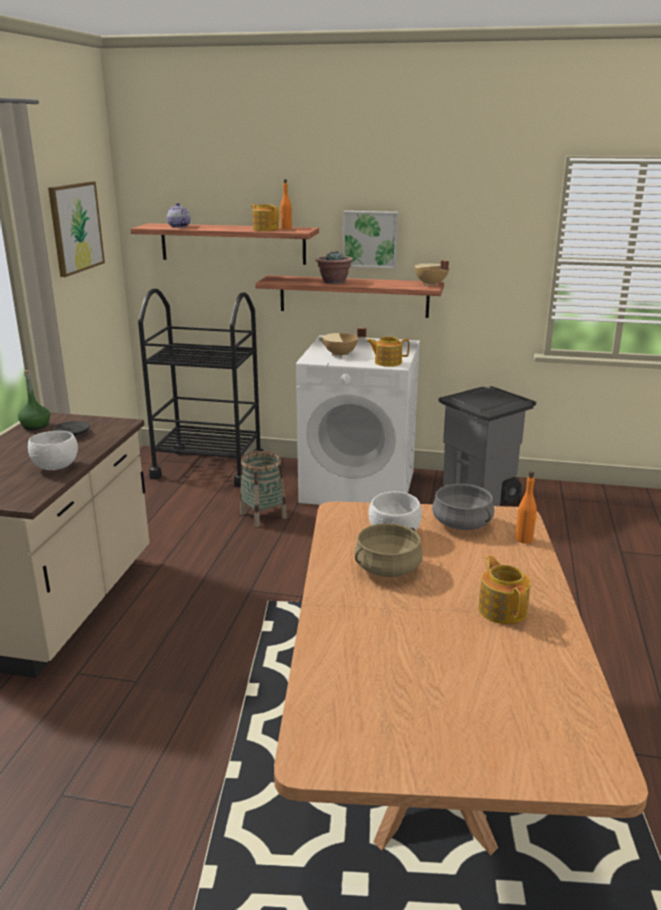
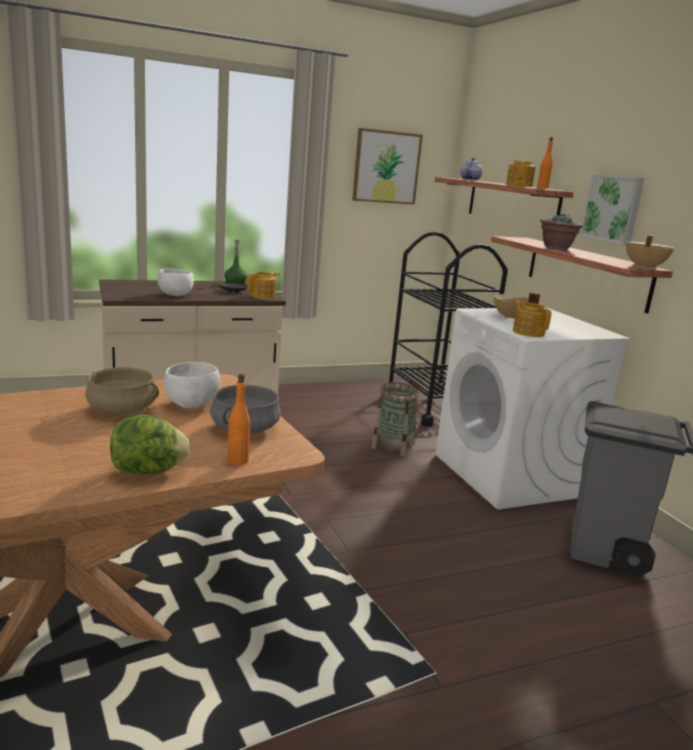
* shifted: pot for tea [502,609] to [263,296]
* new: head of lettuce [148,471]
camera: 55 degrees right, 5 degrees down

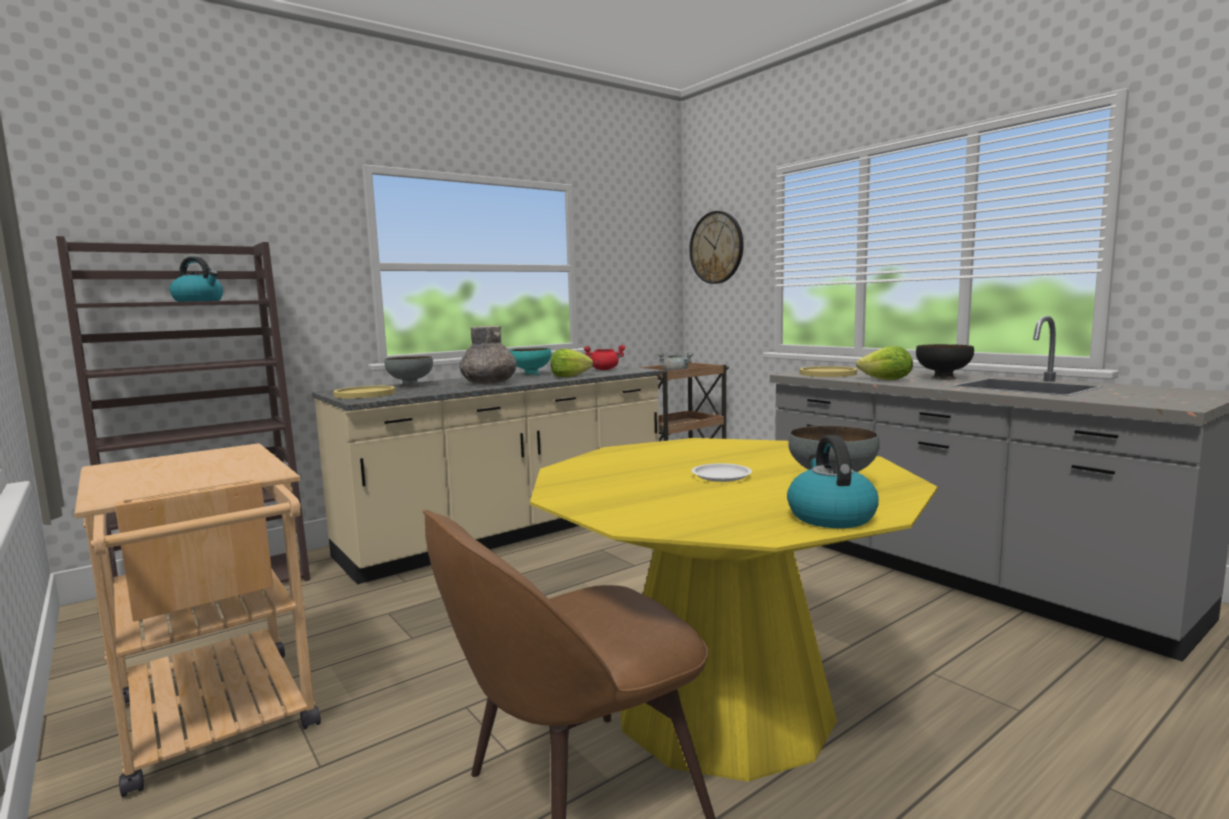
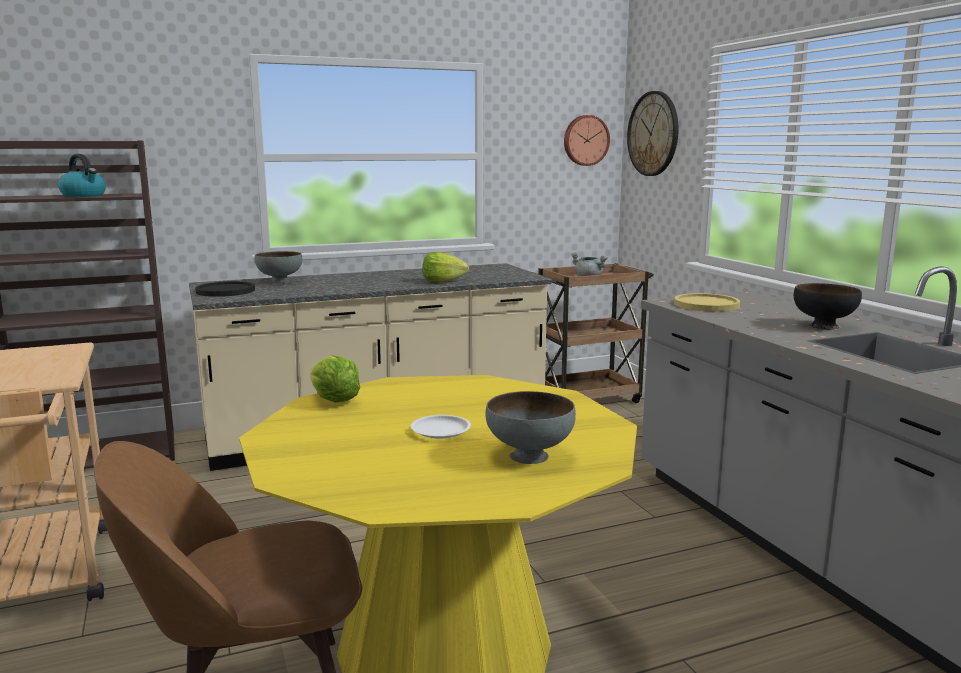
* repainted: yellowish plate [365,394] to blackish plate [225,291]
* gone: greyish decorative vase [489,383]
* gone: turquoise-coloured serving bowl [531,374]
* gone: red stockpot [605,369]
* gone: water kettle [830,516]
* shifted: head of lettuce [886,380] to [334,400]
* new: wall clock [585,140]
camera: 15 degrees right, 5 degrees up

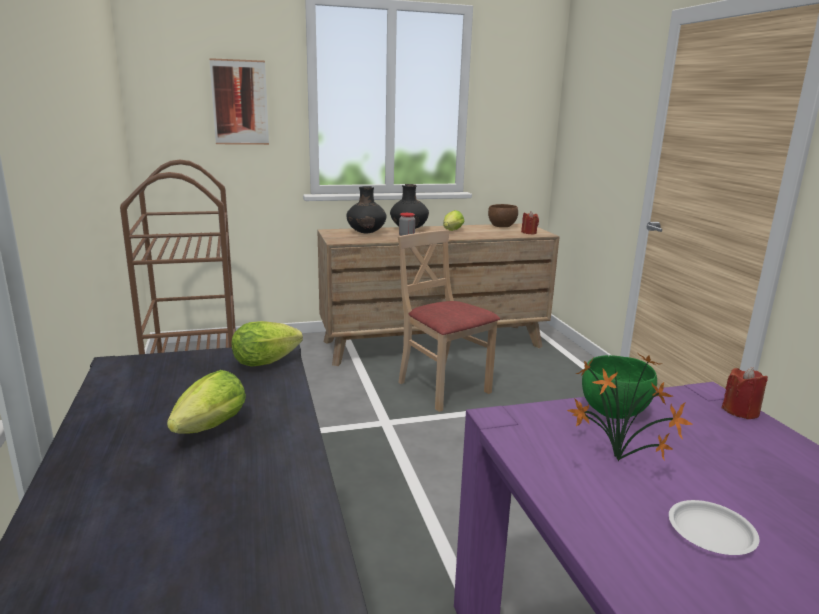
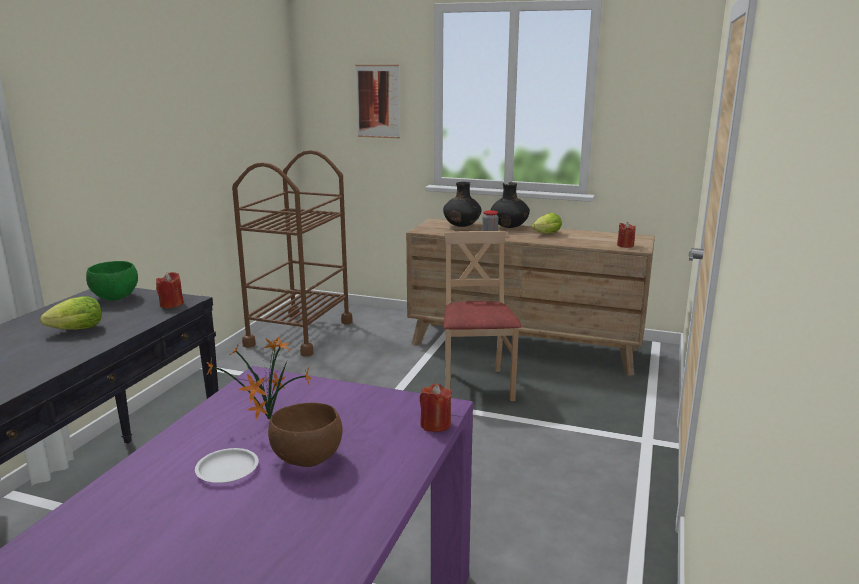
* swapped: head of lettuce [269,361] to red wax light [171,304]
* shifted: brown-coloured serving bowl [502,227] to [308,460]
* shifted: green-coloured serving bowl [613,412] to [115,297]
camera: 35 degrees right, 0 degrees up

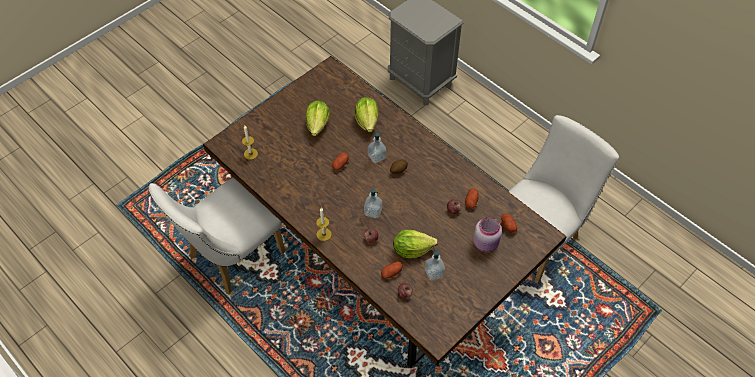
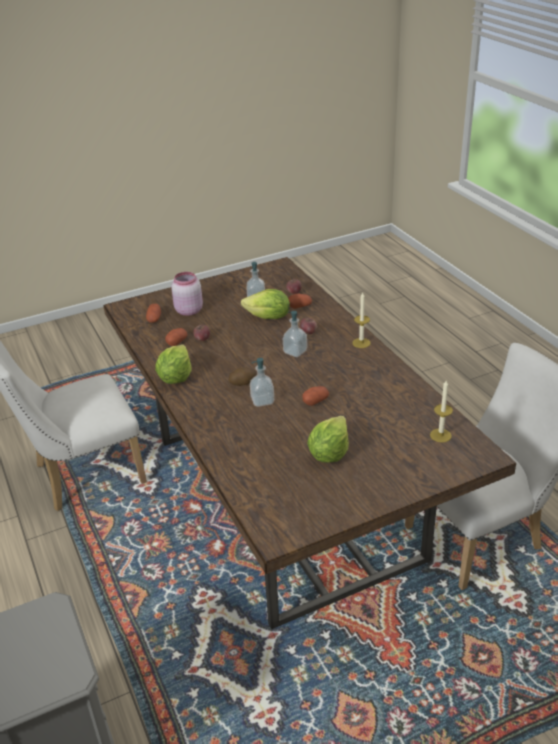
* shifted: head of lettuce [367,121] to [176,377]
camera: 160 degrees left, 20 degrees down

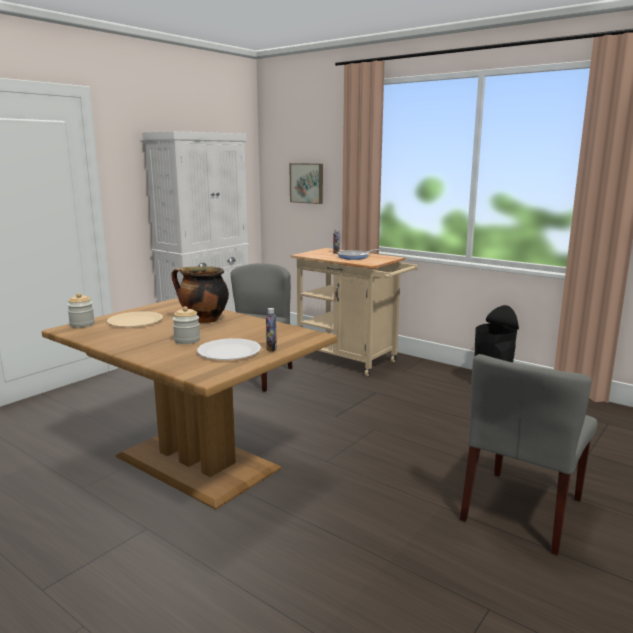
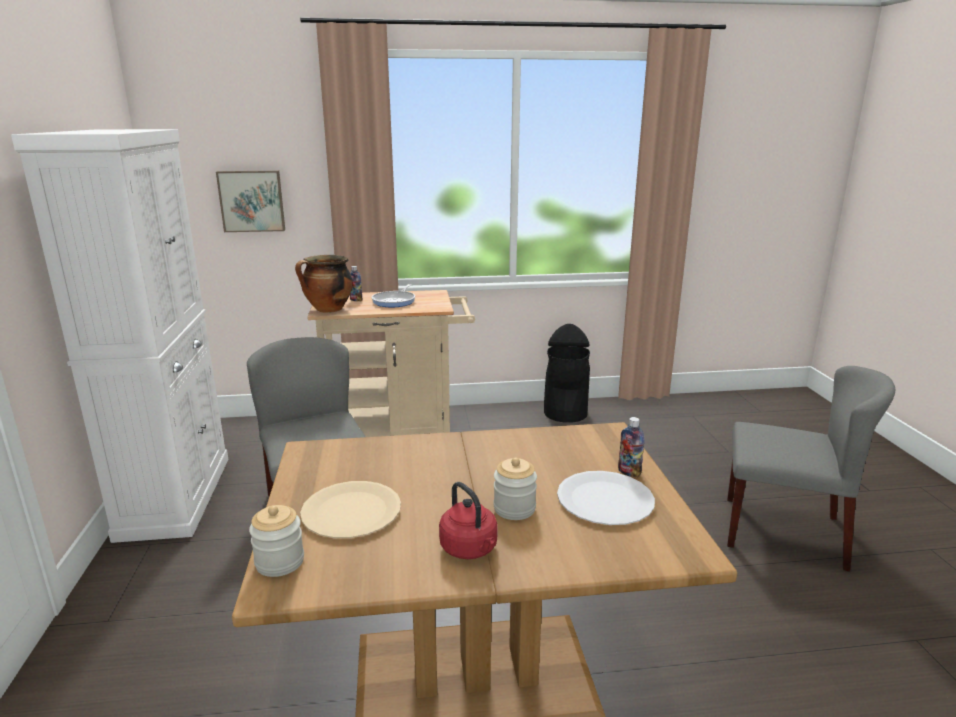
* shifted: stockpot [203,320] to [328,310]
* rotated: greyish chair [522,510] = [784,531] 60 degrees counterclockwise
* new: red water kettle [470,549]
camera: 45 degrees left, 5 degrees up

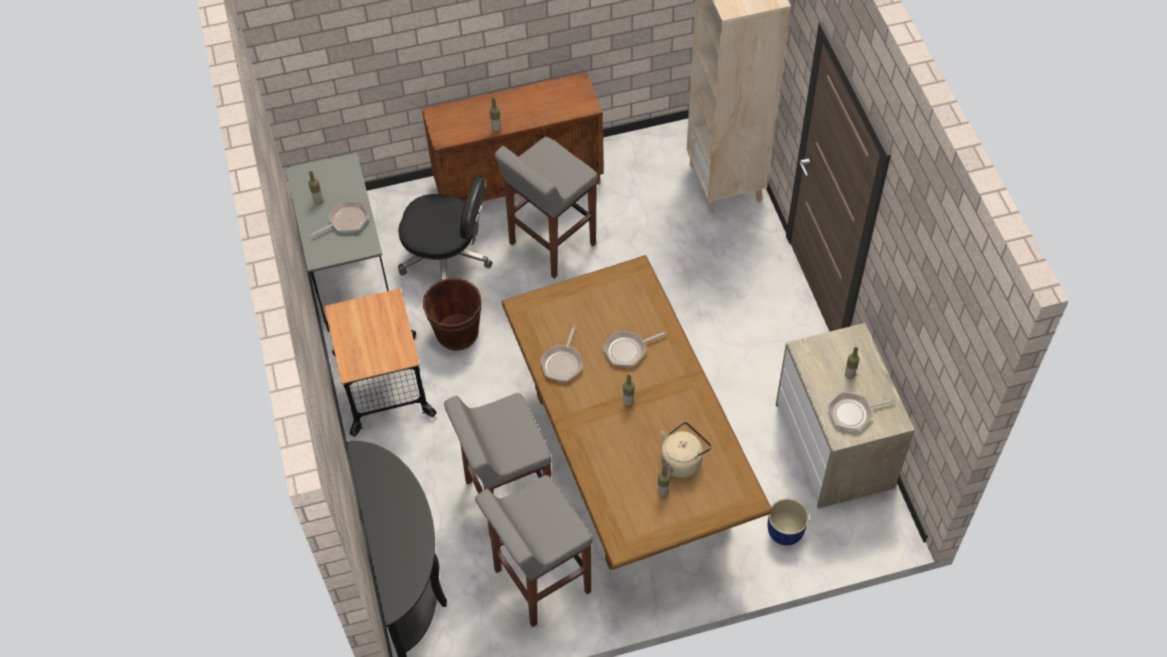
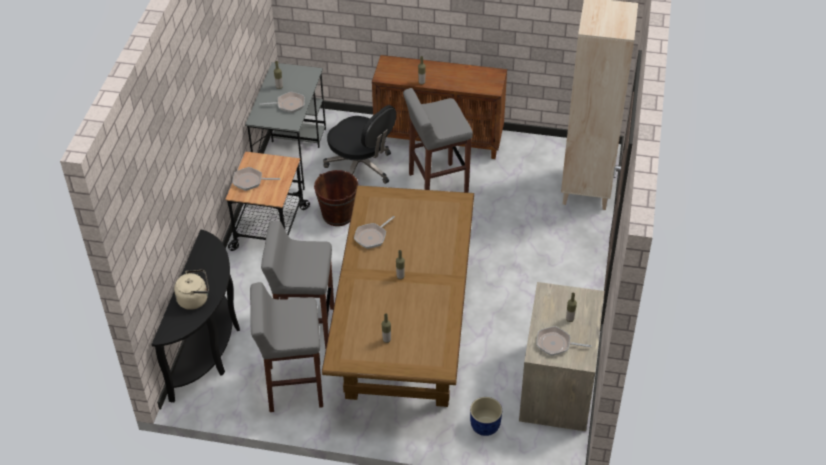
* shifted: pan [628,350] to [250,181]
* shifted: beige-coloured water kettle [683,460] to [195,299]
camera: 25 degrees right, 10 degrees down

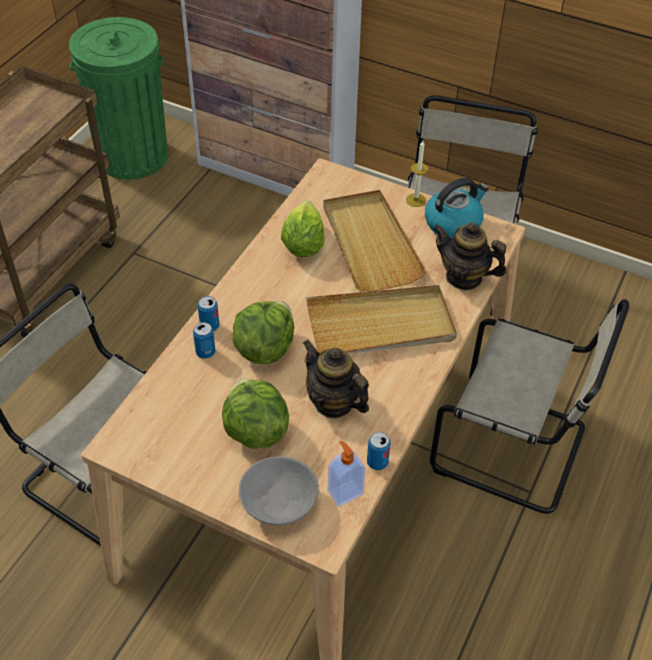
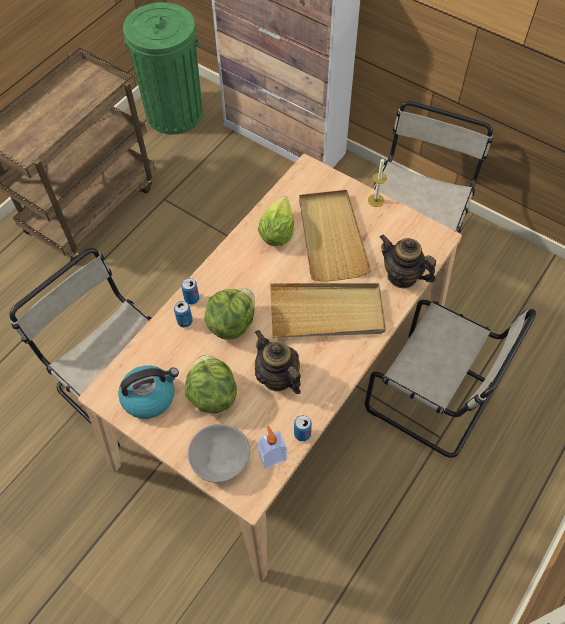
* shifted: water kettle [453,223] to [150,396]
camera: 10 degrees right, 10 degrees up

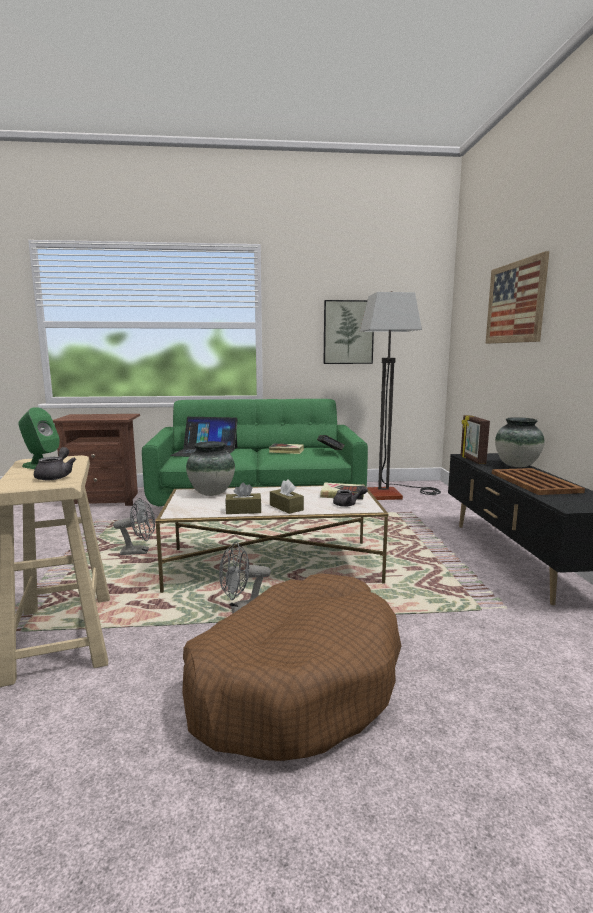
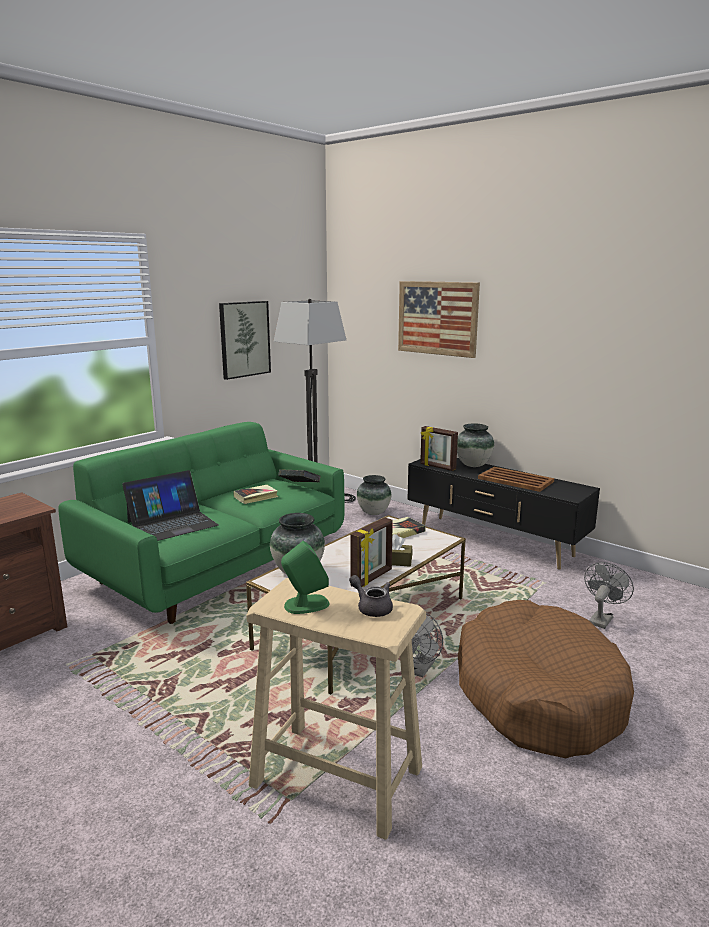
* shifted: greyish cooling fan [139,552] to [601,619]
* swapped: brown-coloured box of tissues [243,510] to photo frame [372,578]
* gone: greyish pot for tea [348,504]
* new: decorative vase [374,513]
camera: 45 degrees left, 5 degrees up

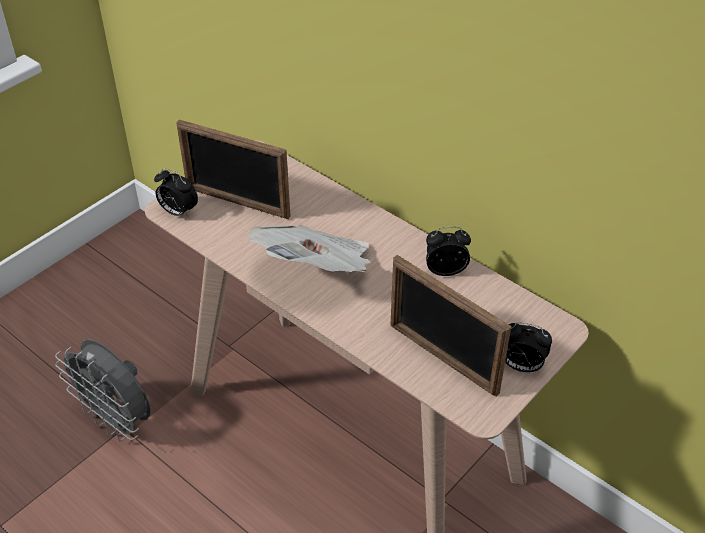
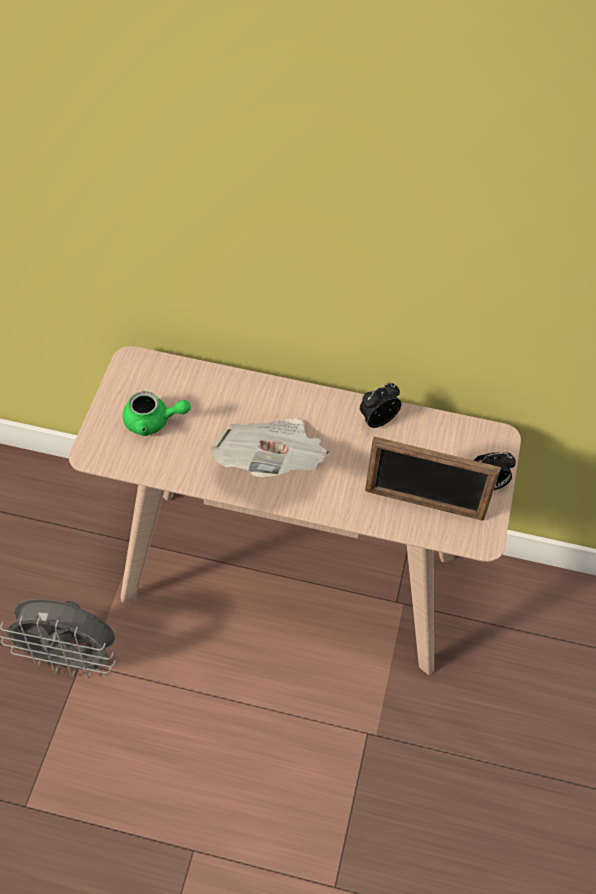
* gone: alarm clock [178,212]
* swapped: photo frame [237,202] to green-coloured pot for tea [153,422]
camera: 30 degrees left, 10 degrees up

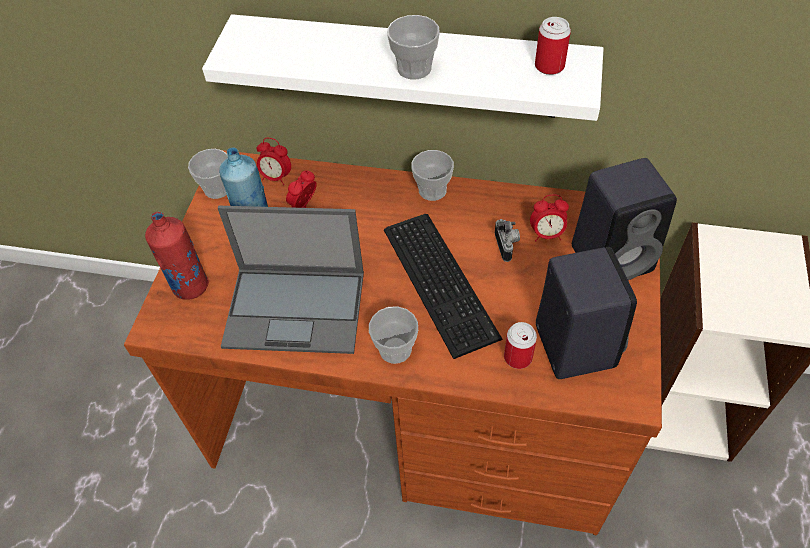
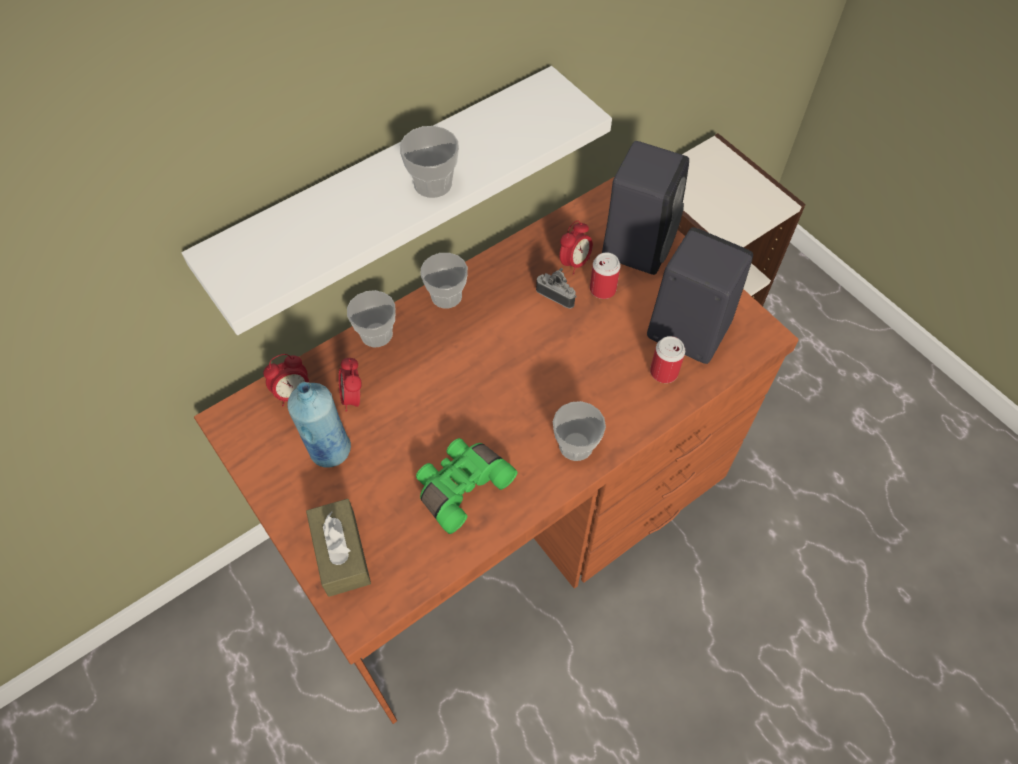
* swapped: red beverage bottle [190,286] to brown-coloured box of tissues [341,553]
* shifted: cup [217,188] to [376,334]
* swapped: portable computer [297,309] to green-coloured field glasses [461,485]
* gone: keyboard [441,279]
* shifted: sealed can [549,66] to [602,289]
camera: 50 degrees left, 5 degrees up

